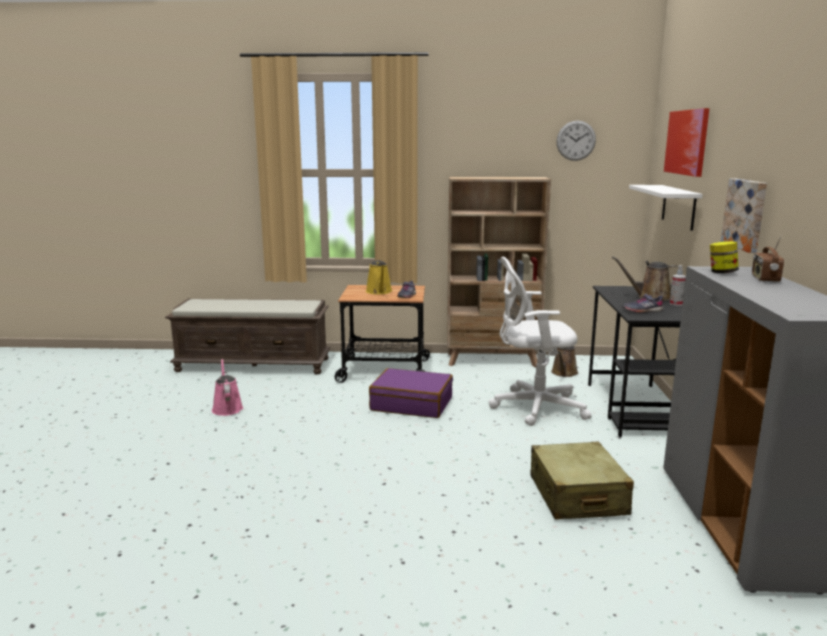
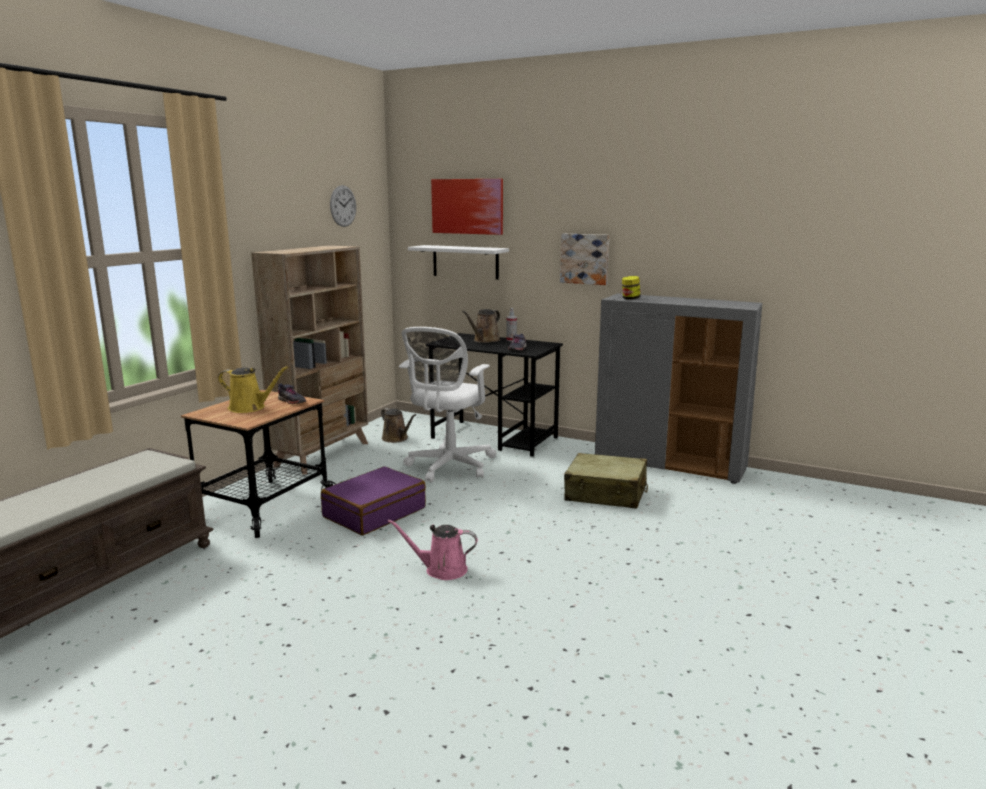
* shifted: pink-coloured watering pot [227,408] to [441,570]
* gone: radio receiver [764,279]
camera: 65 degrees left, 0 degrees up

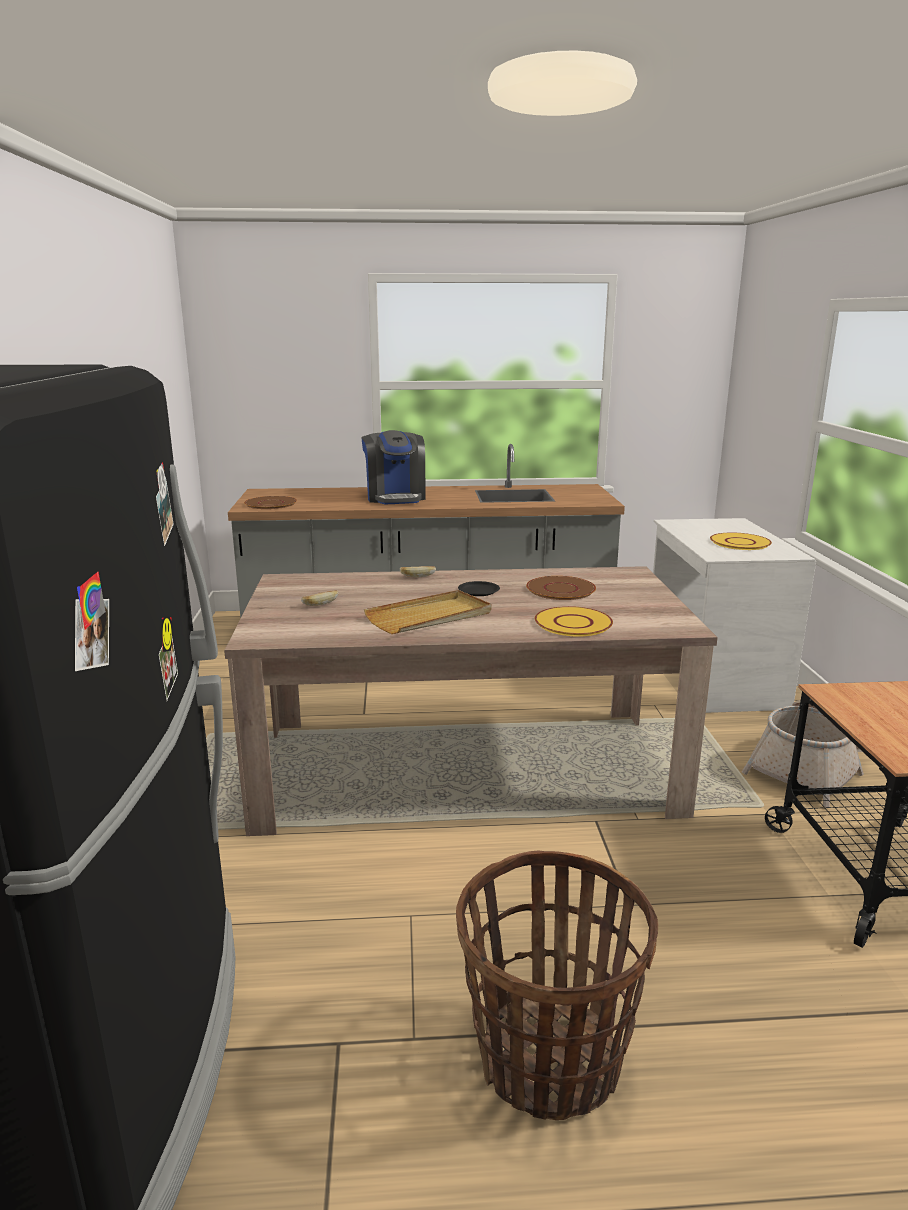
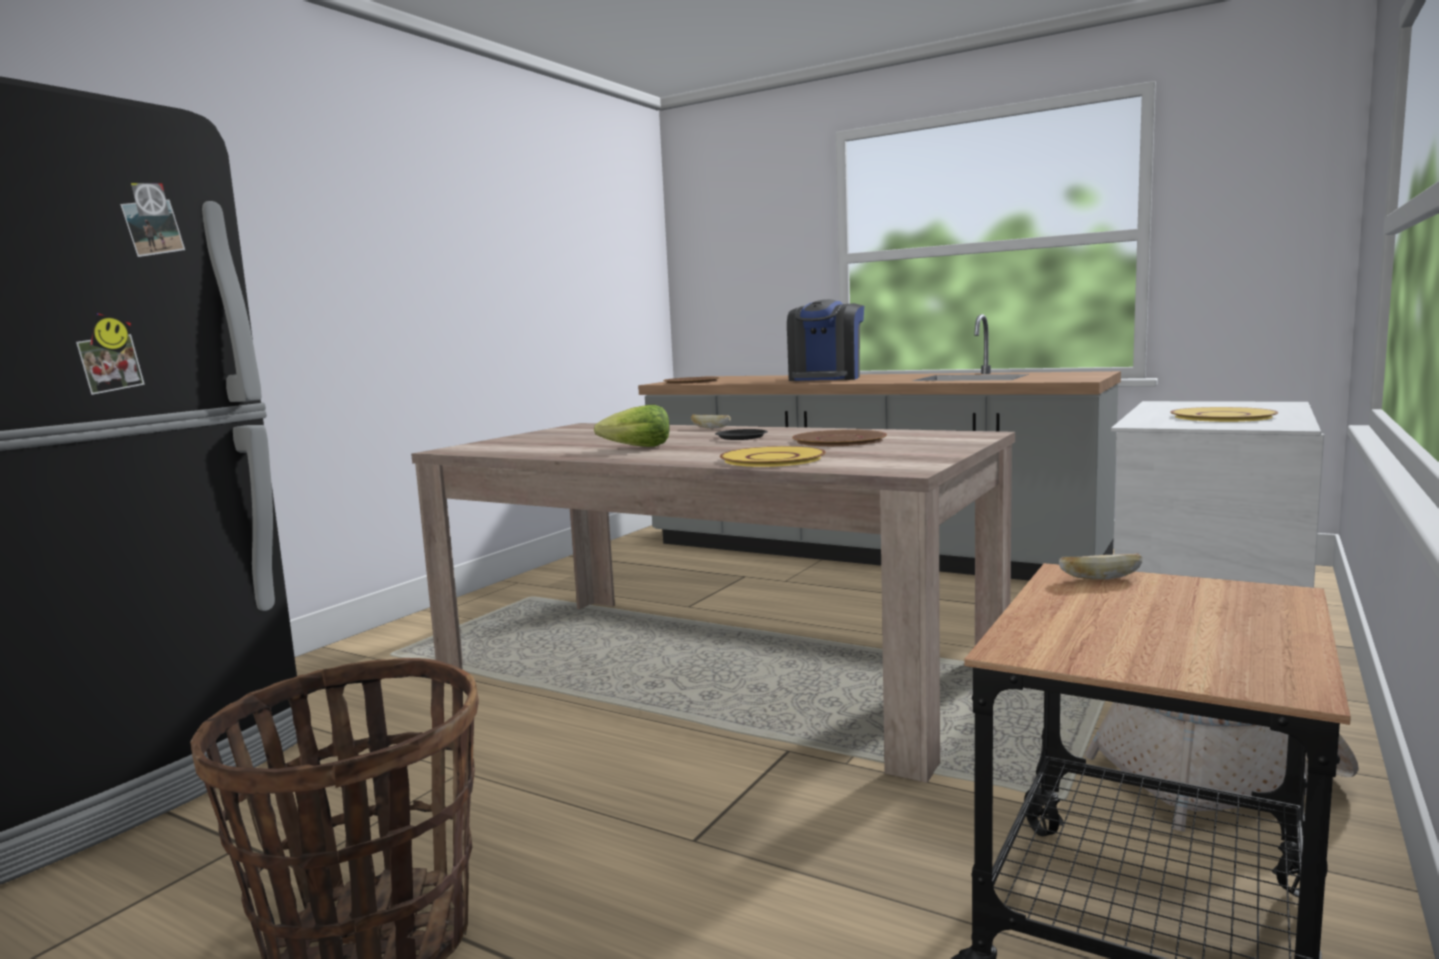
* shifted: bakery bread [320,604] to [1099,579]
* swapped: beige-coloured serving tray [430,617] to head of lettuce [637,448]
camera: 35 degrees right, 10 degrees down

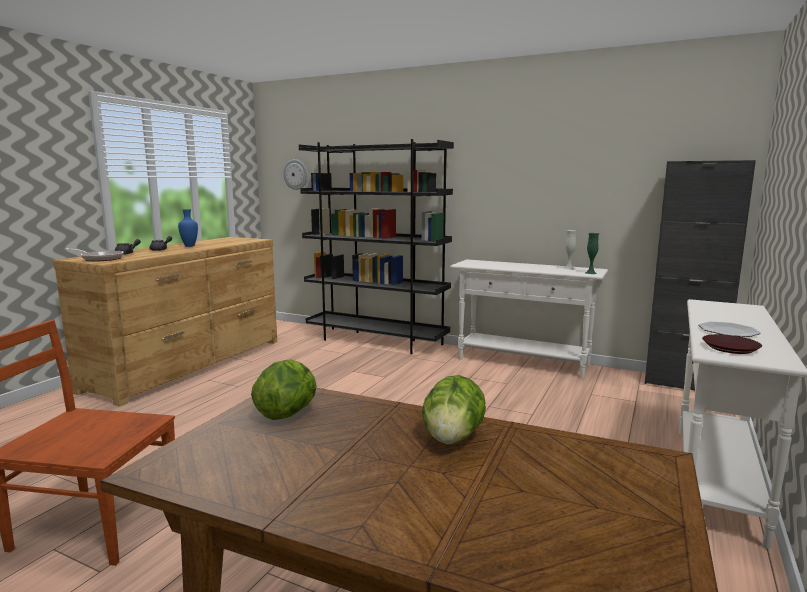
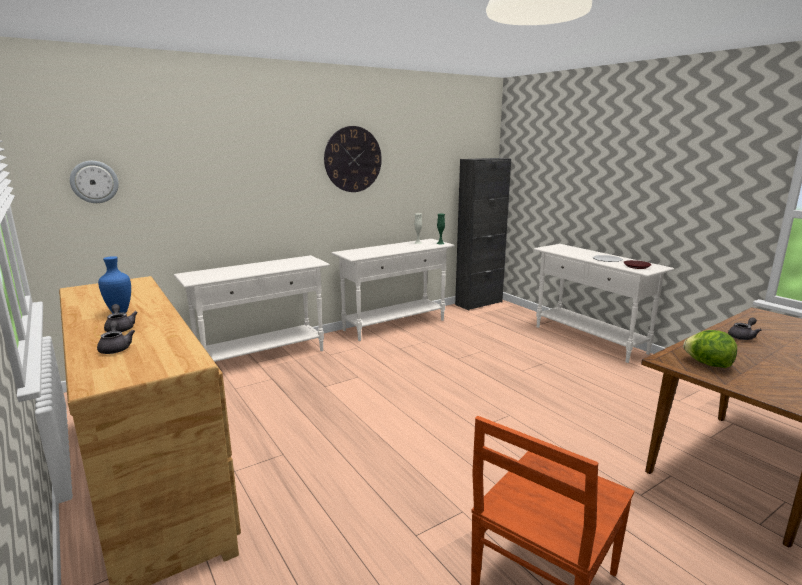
* gone: pan [99,259]
* swapped: blackish bookcase [376,341] to white-coloured console table [262,357]
* swapped: head of lettuce [453,438] to greyish pot for tea [743,336]
* new: wall clock [353,159]
camera: 60 degrees left, 5 degrees up

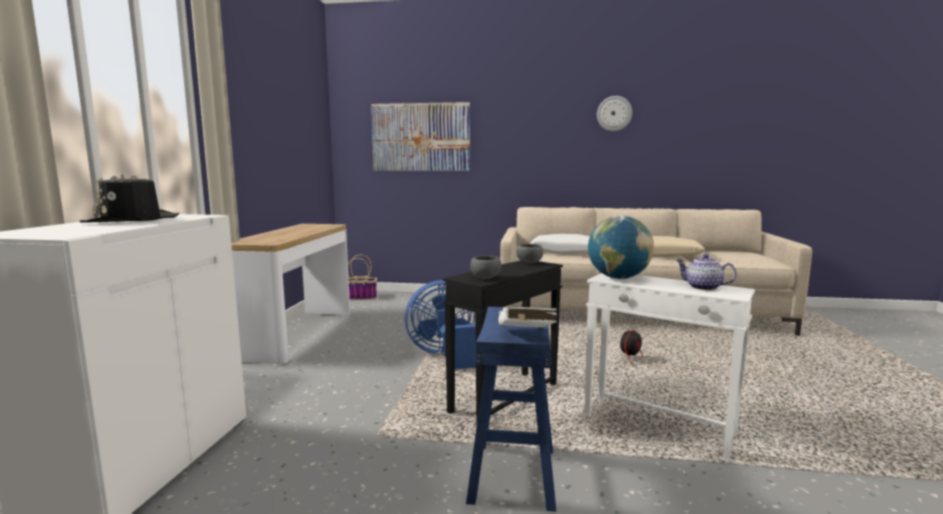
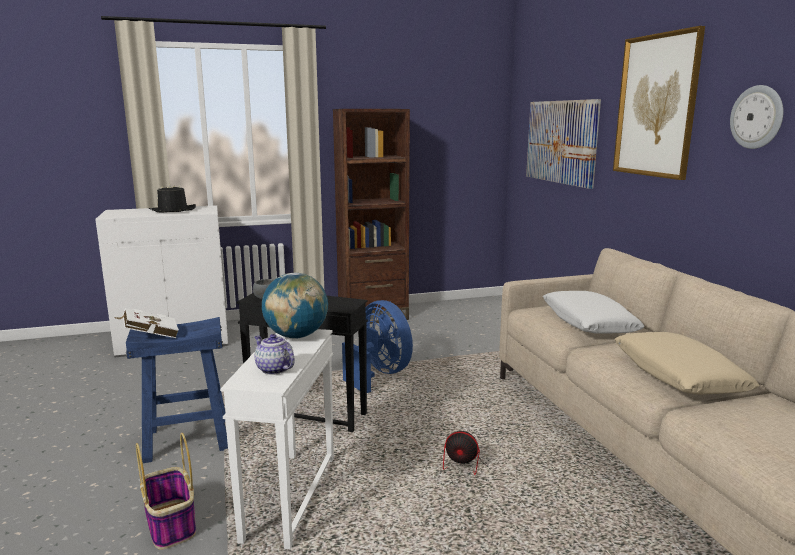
* swapped: console table [297,335] to brown-coloured bookcase [373,316]
* shifted: basket [361,297] to [171,525]
* gone: greyish serving bowl [529,263]
* rotated: pot for tea [702,287] = [274,369] 60 degrees counterclockwise
* new: wall picture [656,106]
camera: 65 degrees right, 5 degrees up

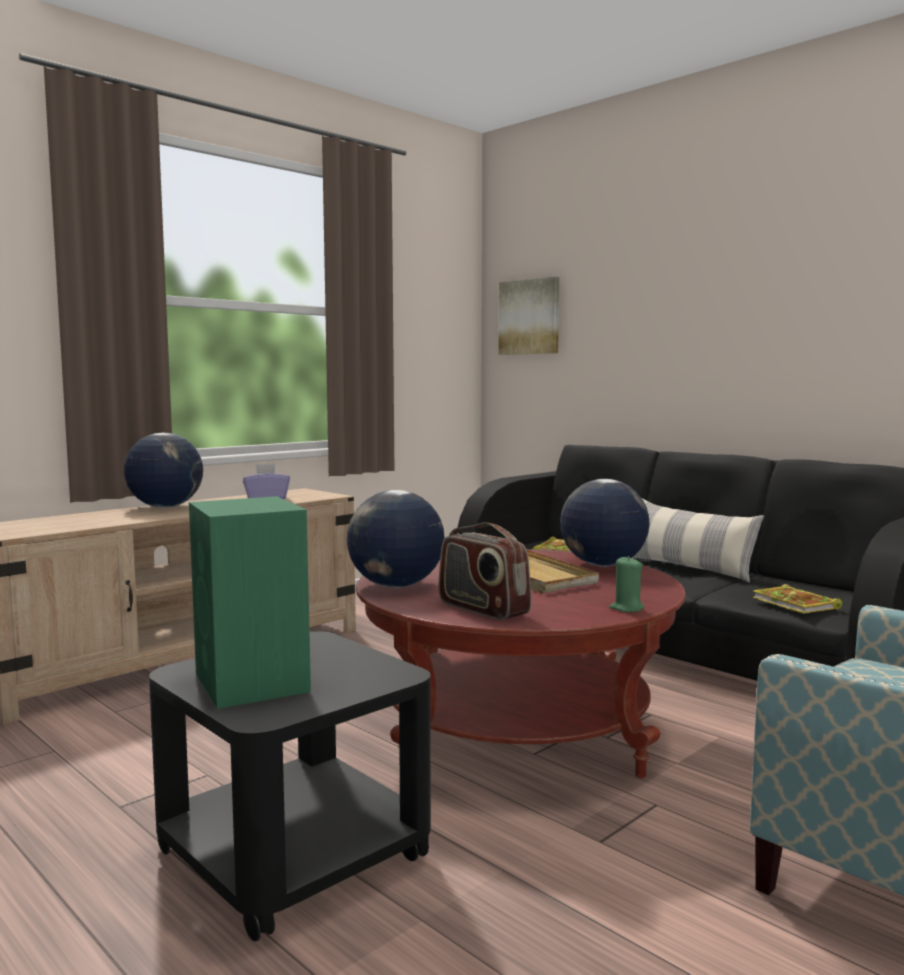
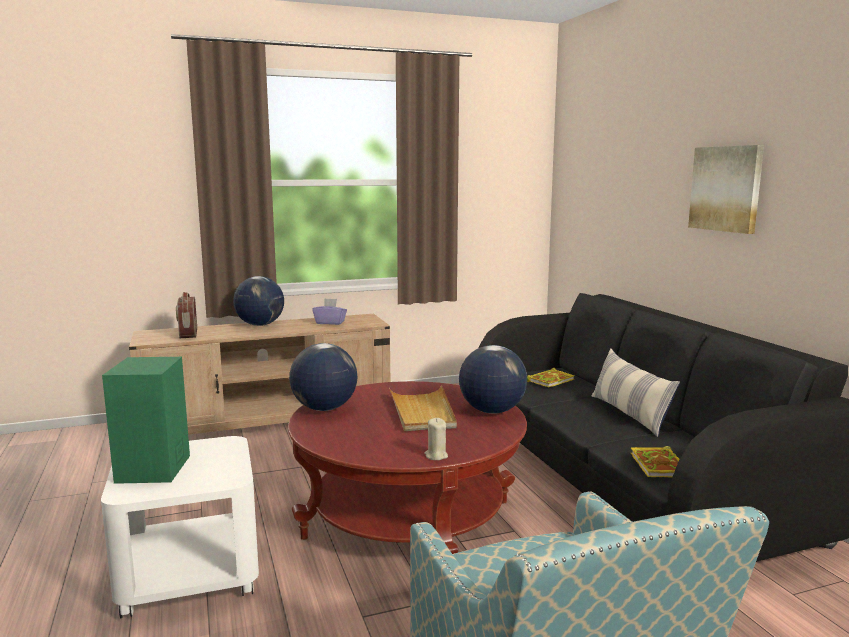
* repainted: blackish side table [295,856] to white-coloured side table [190,573]
* shifted: radio receiver [482,609] to [188,333]
* shifted: wall picture [530,317] to [726,188]
* repainted: green-coloured wax light [626,608] to beige-coloured wax light [436,456]
camera: 25 degrees right, 5 degrees up

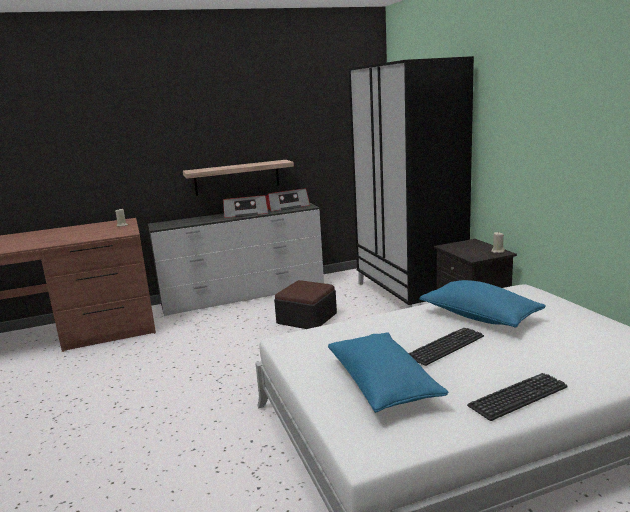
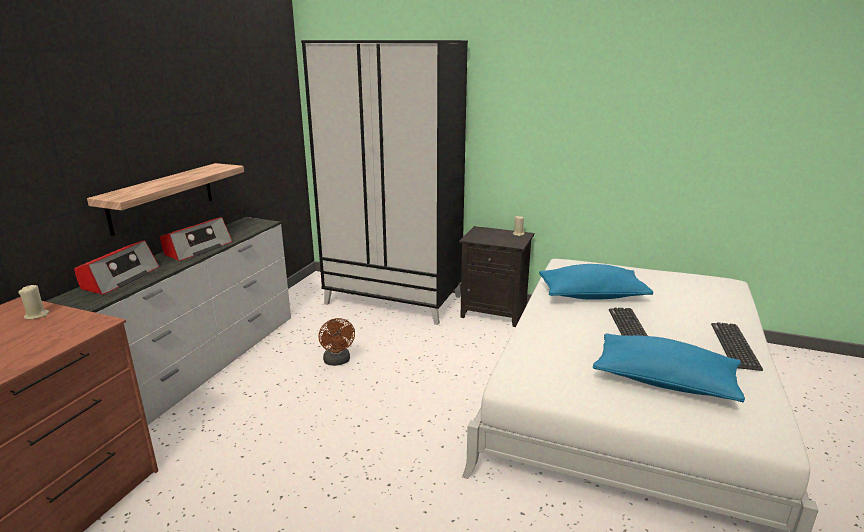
* shifted: radio receiver [287,207] to [119,278]
* swapped: ottoman [307,318] to brown-coloured cooling fan [338,361]
camera: 50 degrees left, 5 degrees up

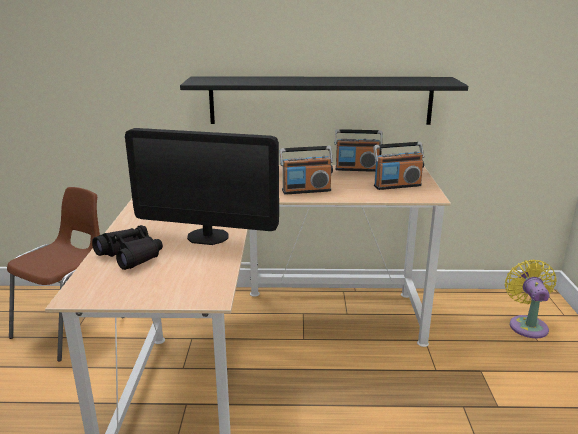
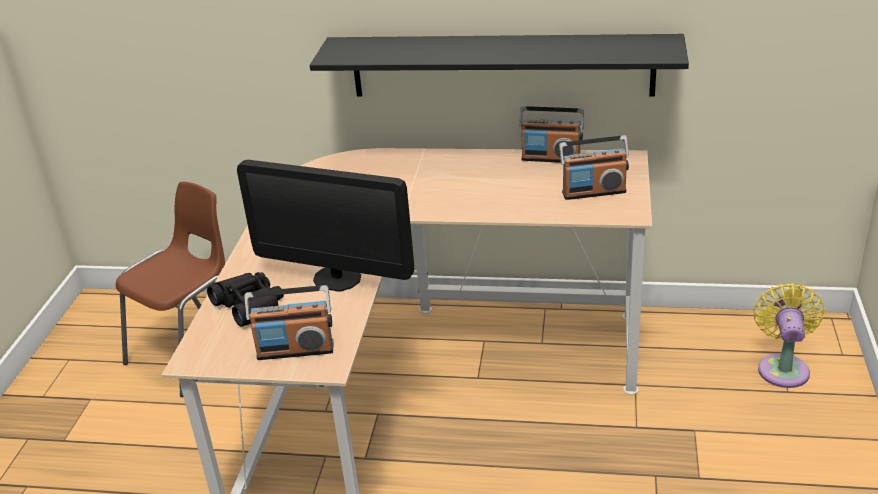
* shifted: radio receiver [306,190] to [295,350]
camera: 10 degrees right, 10 degrees up

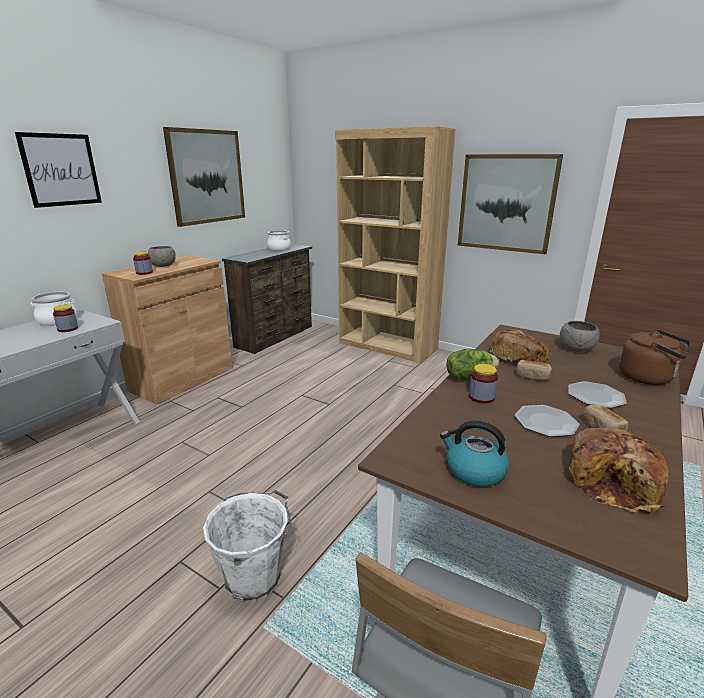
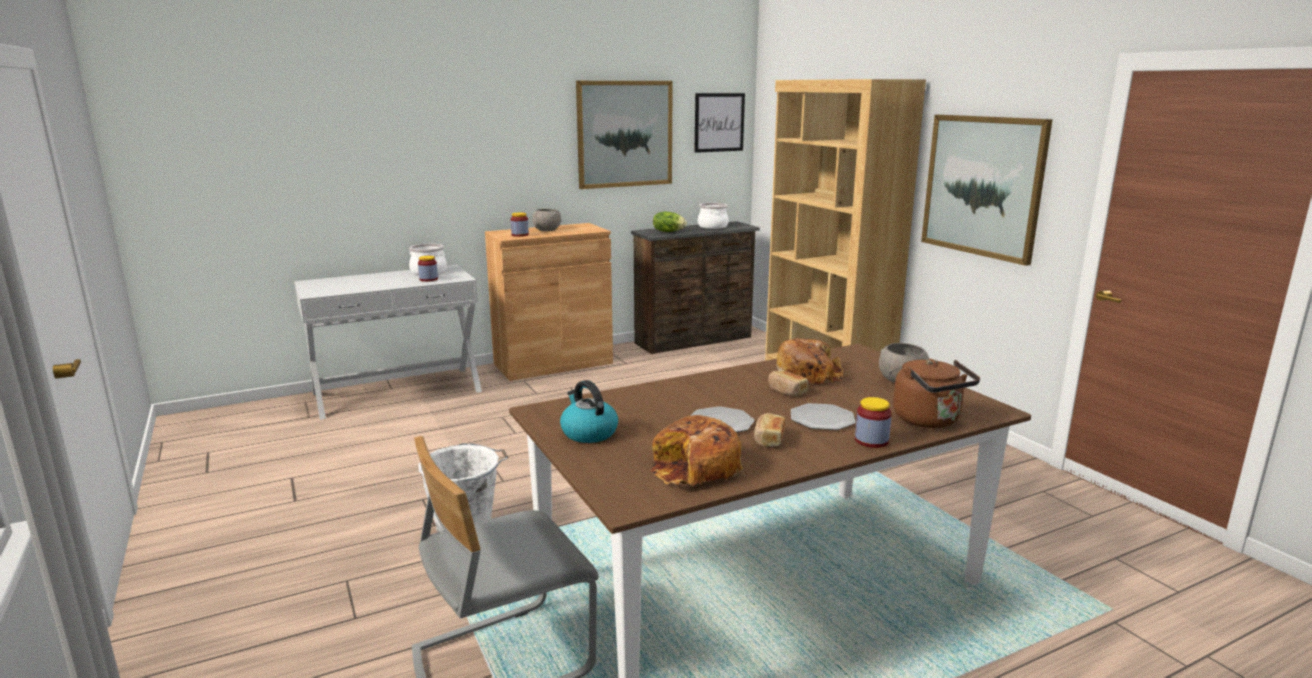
* shifted: wall picture [61,170] to [719,122]
* shifted: head of lettuce [469,377] to [668,231]
* shifted: preserve jar [481,397] to [871,441]
camera: 30 degrees right, 5 degrees down

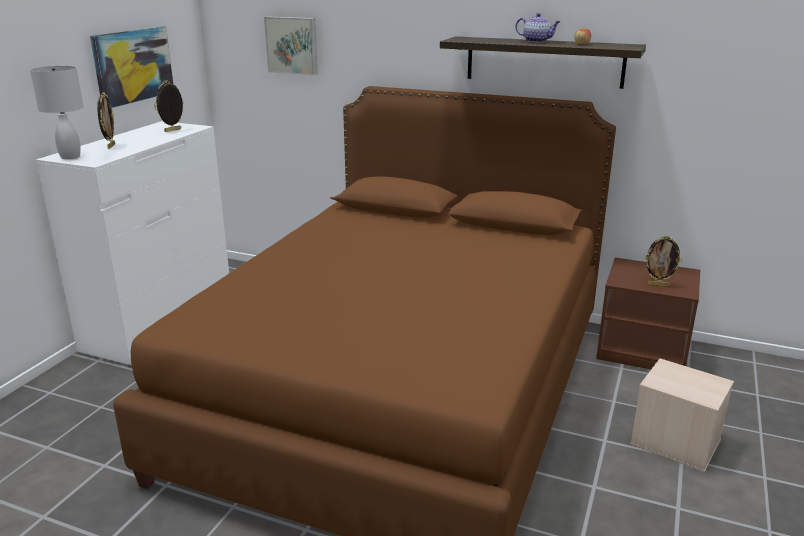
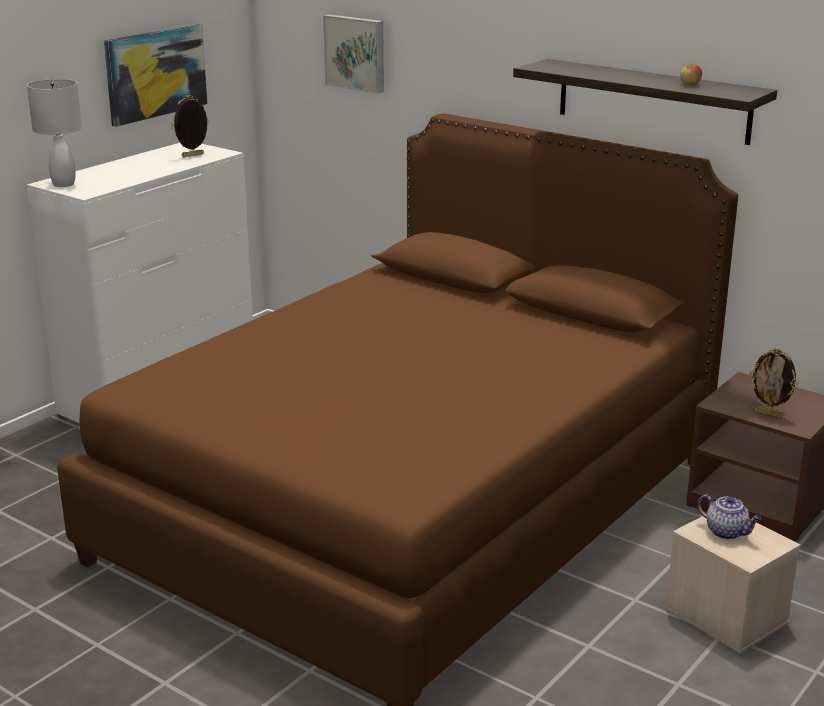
* gone: photo frame [110,146]
* shifted: pot for tea [537,41] to [727,532]
camera: 15 degrees right, 0 degrees up

